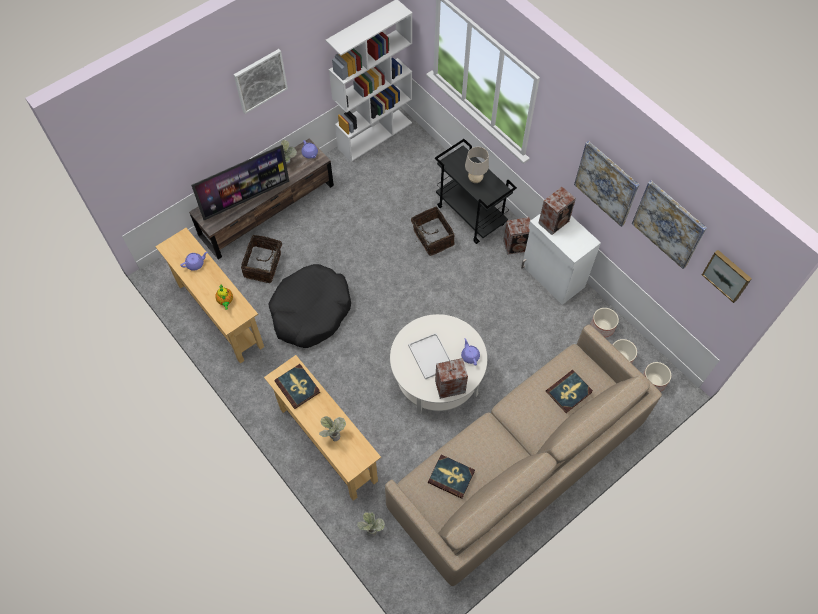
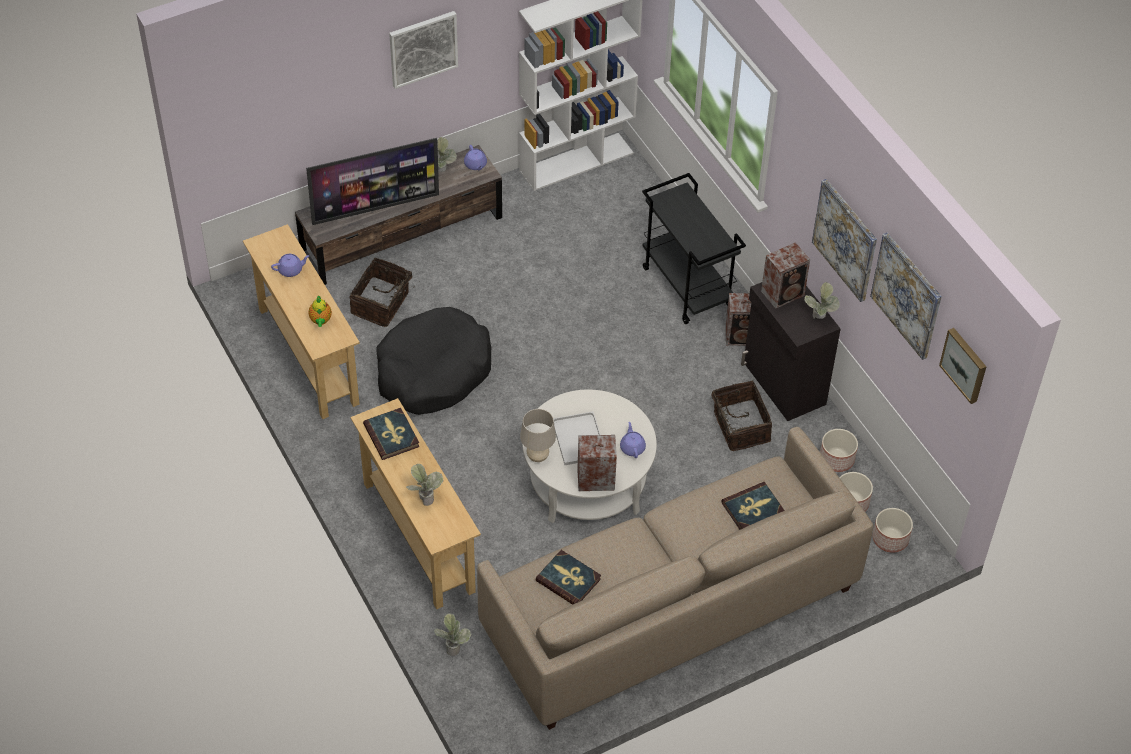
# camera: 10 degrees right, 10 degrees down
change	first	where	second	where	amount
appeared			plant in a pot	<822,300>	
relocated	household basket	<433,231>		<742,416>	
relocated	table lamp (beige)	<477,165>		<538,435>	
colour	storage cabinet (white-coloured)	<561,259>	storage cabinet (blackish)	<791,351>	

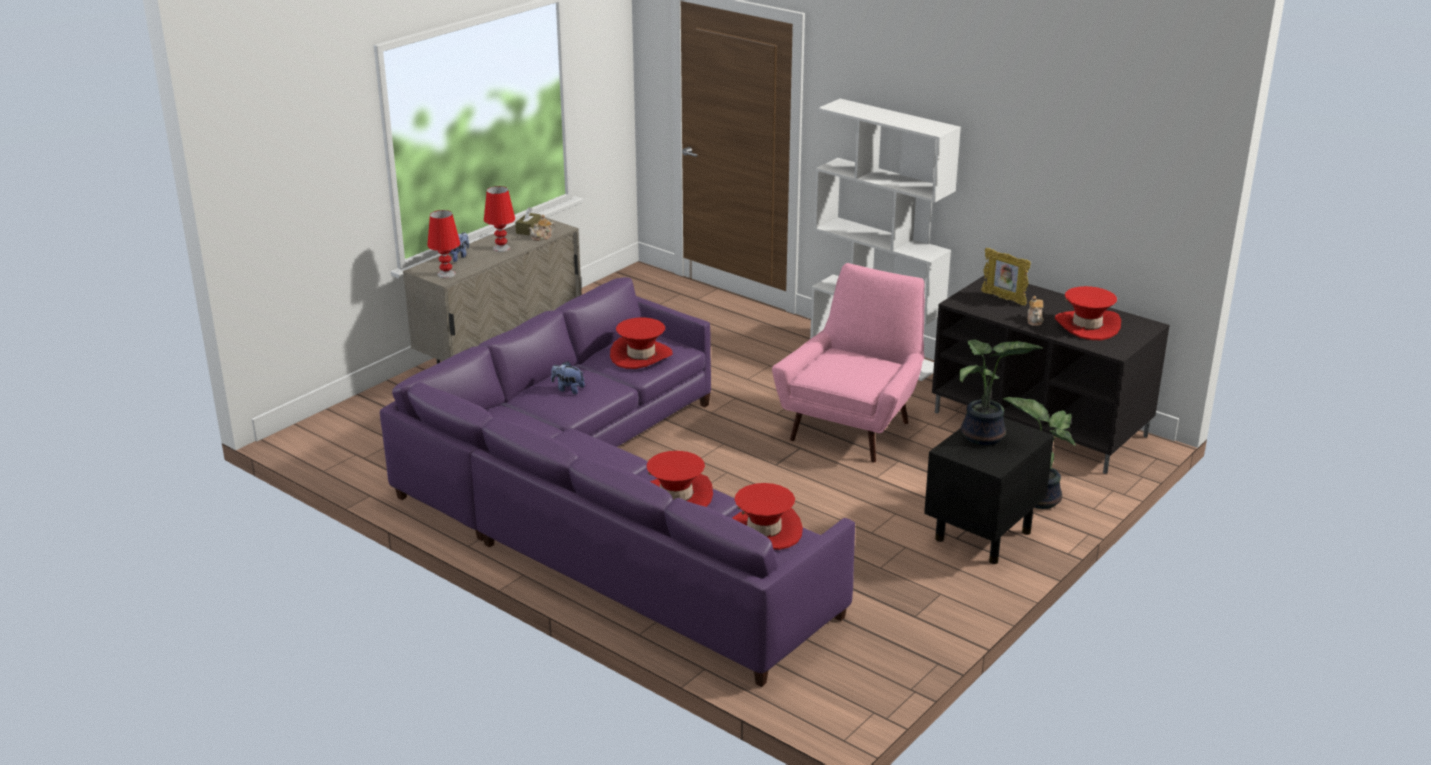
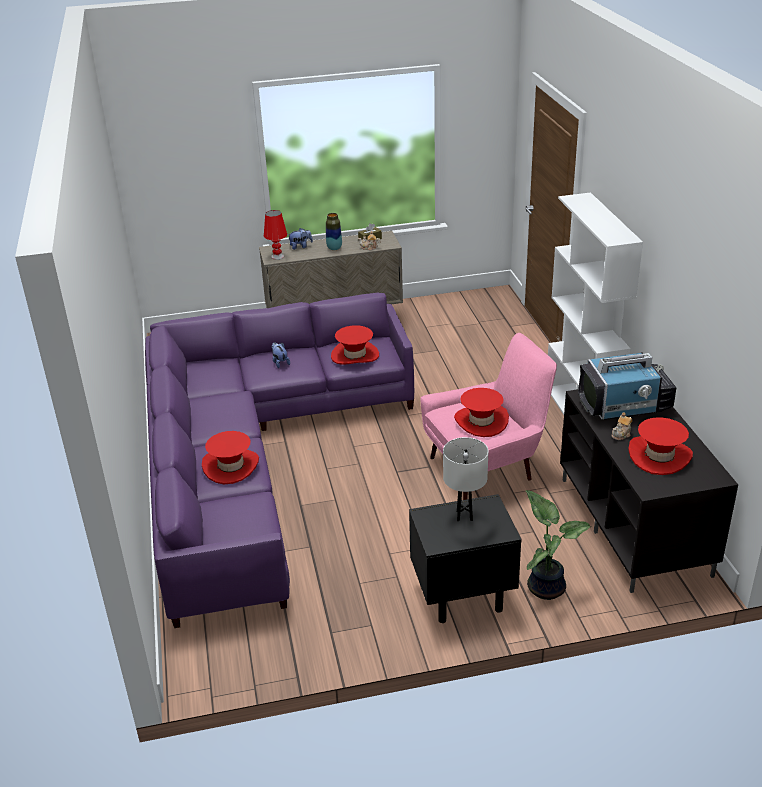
# camera: 40 degrees right, 5 degrees up
change	first	where	second	where	amount
relocated	wearable hat (reddish)	<767,516>		<481,412>	
exchanged	table lamp (reddish)	<499,219>	decorative vase	<334,231>	
exchanged	plant in a pot	<1001,392>	table lamp (white-coloured)	<466,479>	
exchanged	photo frame	<1006,277>	TV set	<627,386>	

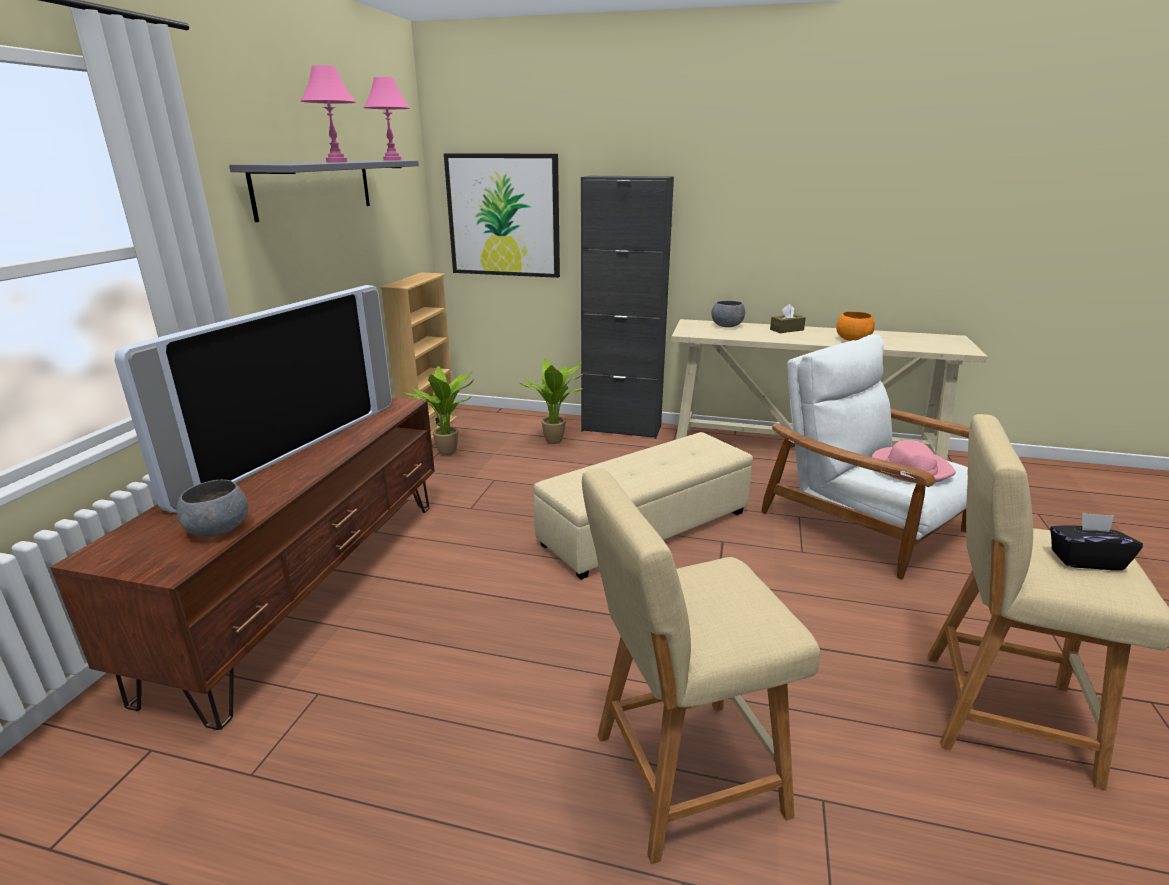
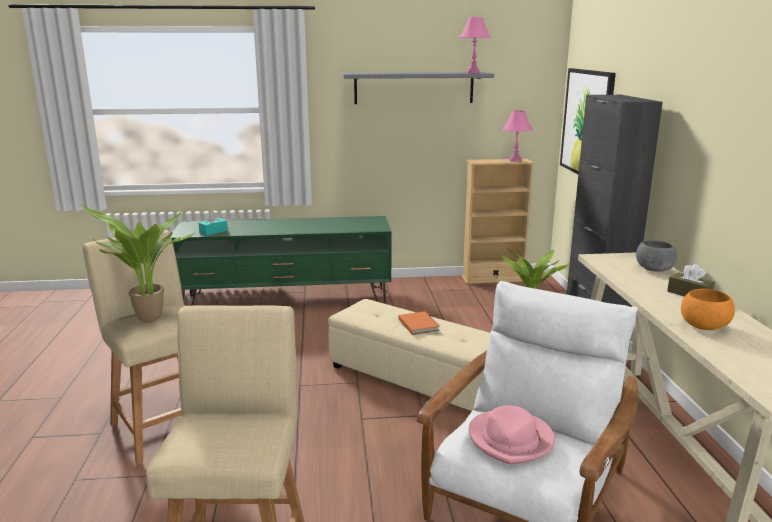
# camera: 70 degrees right, 5 degrees down
change	first	where	second	where	amount
missing	TV set	<253,399>			
missing	box of tissues (blackish)	<1096,541>			
appeared			book (orange)	<419,323>	
relocated	table lamp (pink)	<328,113>		<518,136>	
relocated	plant in a pot	<438,411>		<138,263>	
exchanged	deep dish (greyish)	<212,508>	box of tissues (blue-green)	<213,224>	
colour	tv unit (brown)	<242,564>	tv unit (green)	<281,261>	

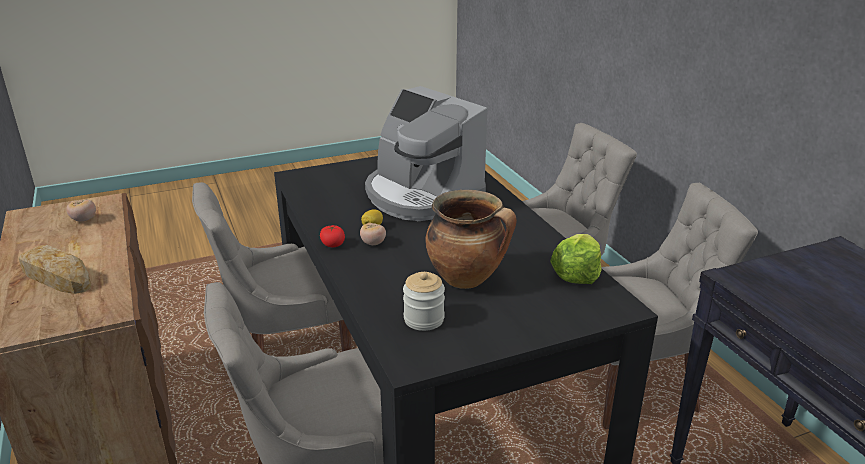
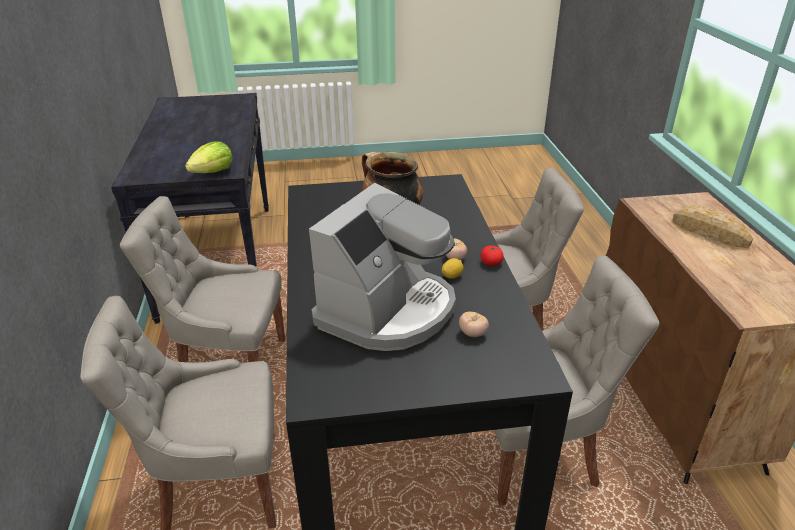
# camera: 165 degrees left, 5 degrees up
change	first	where	second	where	amount
missing	preserve jar	<424,301>			
relocated	fresh tomato	<81,210>		<474,324>	
relocated	lettuce	<576,259>		<209,157>	
spun	coffee maker	<426,153>		<382,267>	60 degrees clockwise

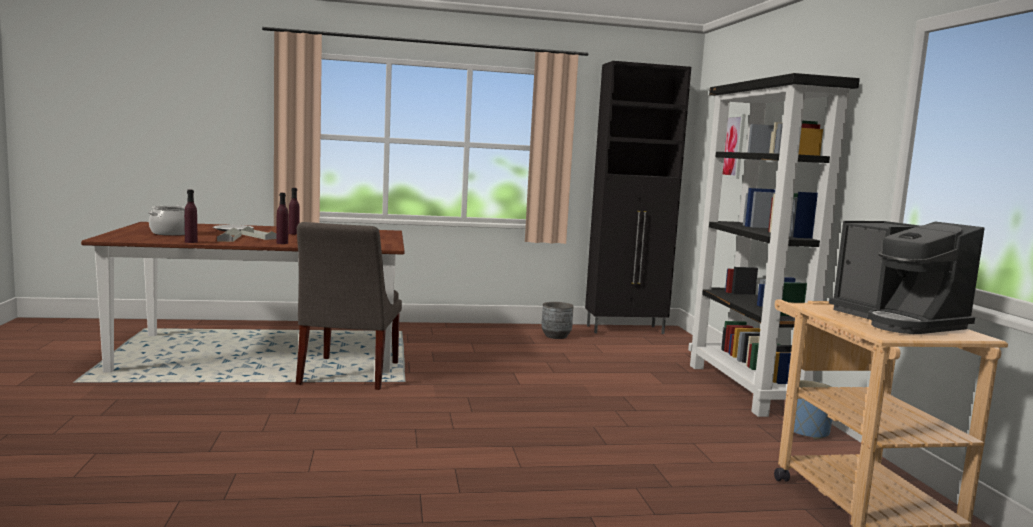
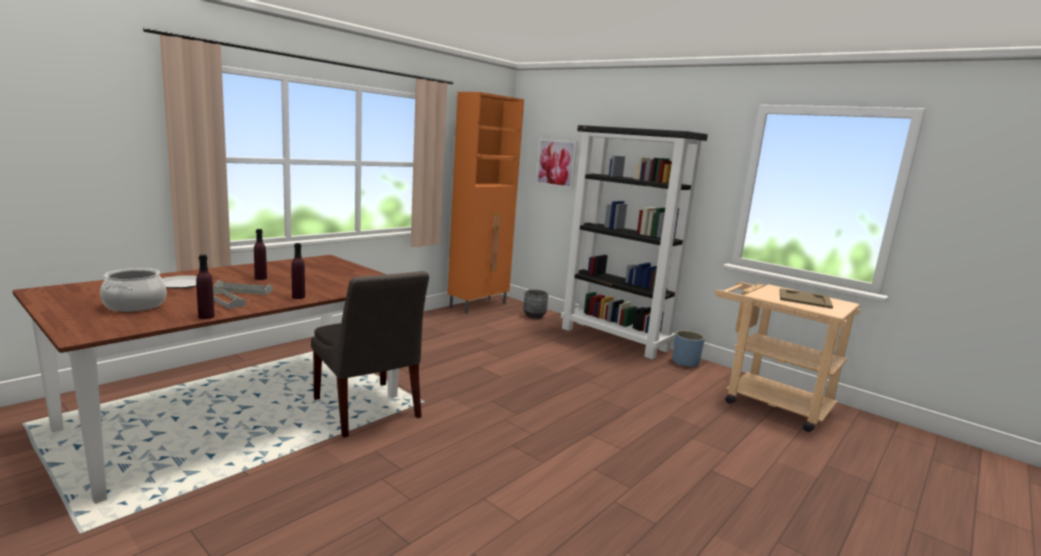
# camera: 40 degrees left, 5 degrees up
change	first	where	second	where	amount
relocated	plant pot (greyish)	<557,320>		<535,304>	
exchanged	coffee maker	<907,277>	carrying tray (beige)	<806,298>	
colour	storage cabinet (blackish)	<638,197>	storage cabinet (orange)	<486,203>	

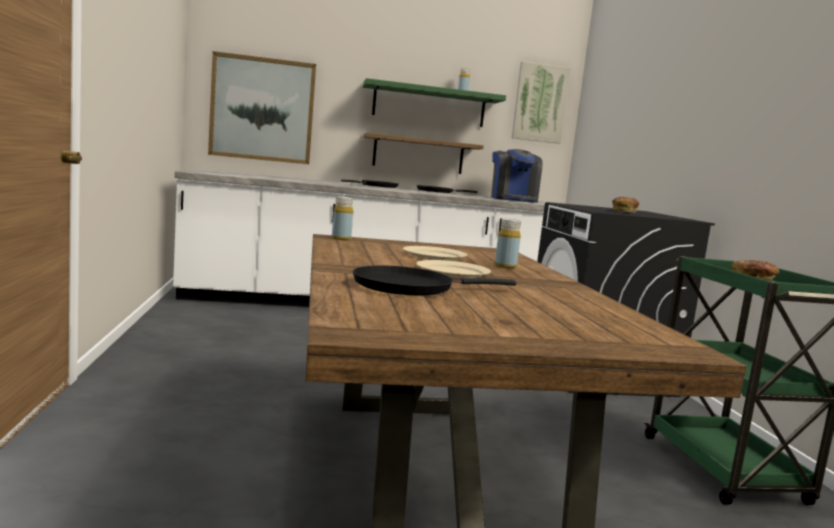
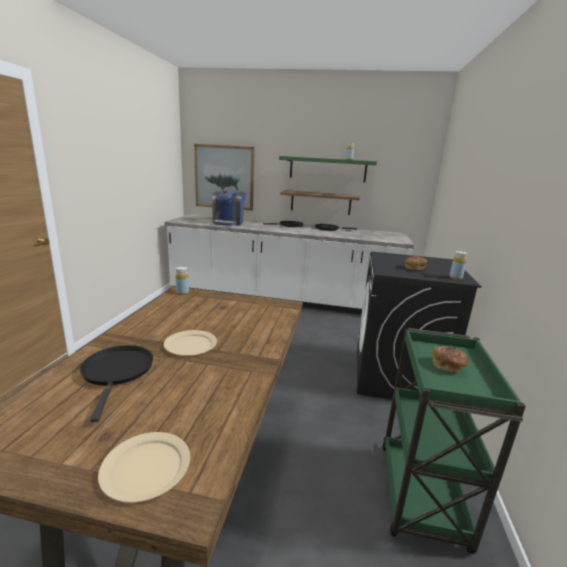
# camera: 20 degrees right, 10 degrees up
change	first	where	second	where	amount
missing	wall art	<541,102>			
relocated	plate (beige)	<435,253>		<144,467>	
relocated	coffee maker	<517,176>		<229,207>	
relocated	drink bottle (yellow-coloured)	<508,244>		<458,265>	
spun	pan (blackish)	<434,280>		<116,383>	75 degrees clockwise

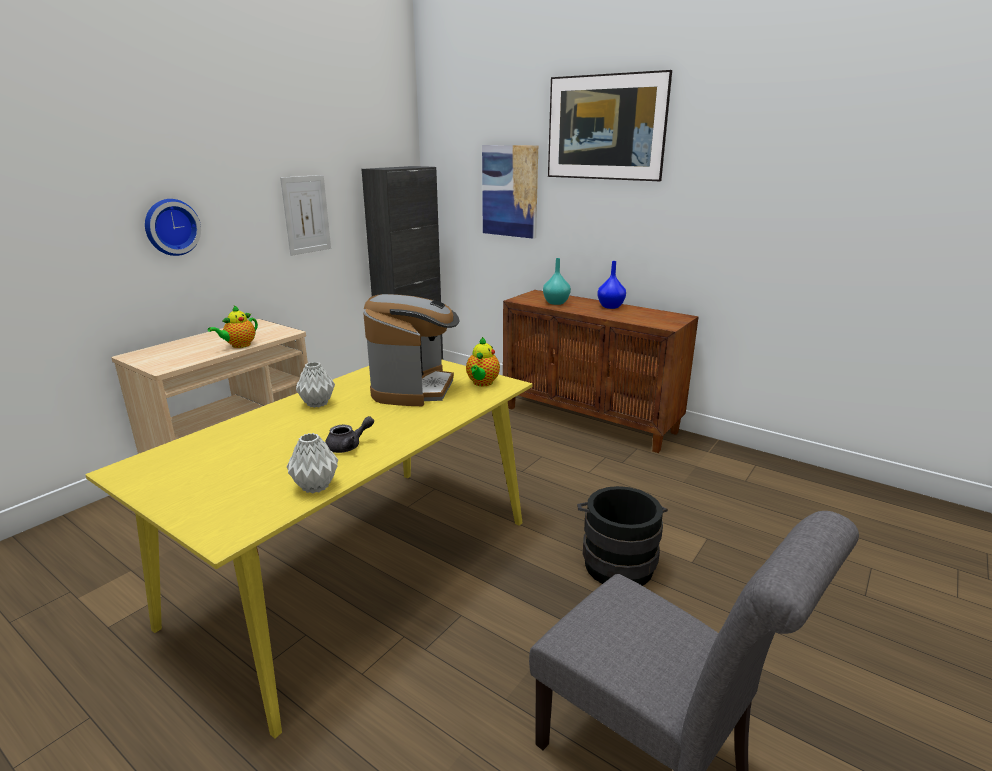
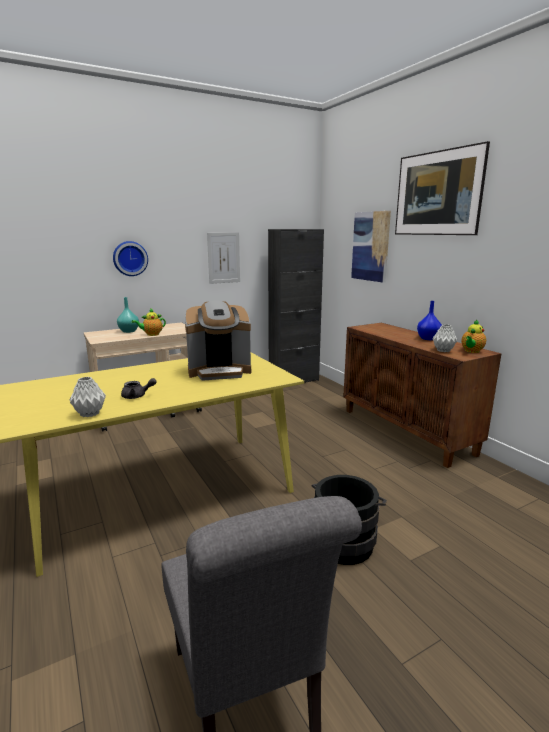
# camera: 25 degrees right, 5 degrees down
change	first	where	second	where	amount
relocated	decorative vase (greyish)	<315,385>		<444,338>	
relocated	tea pot	<483,361>		<473,336>	
relocated	decorative vase (blue-green)	<557,281>		<128,315>	
spun	coffee maker	<411,350>		<218,340>	45 degrees clockwise

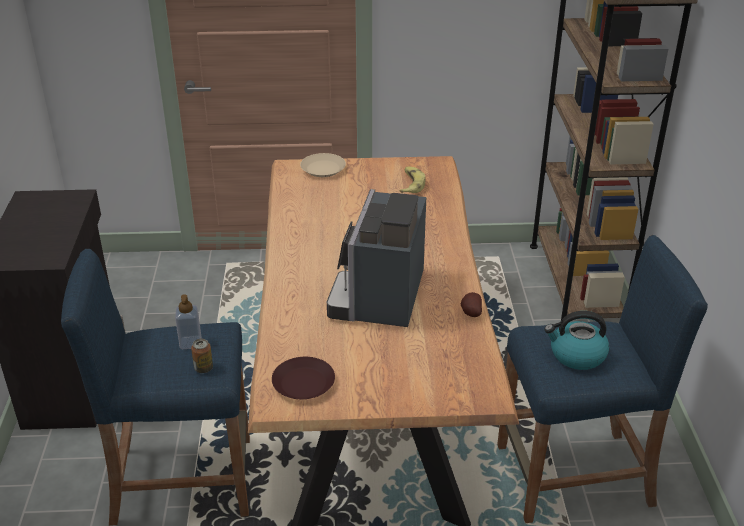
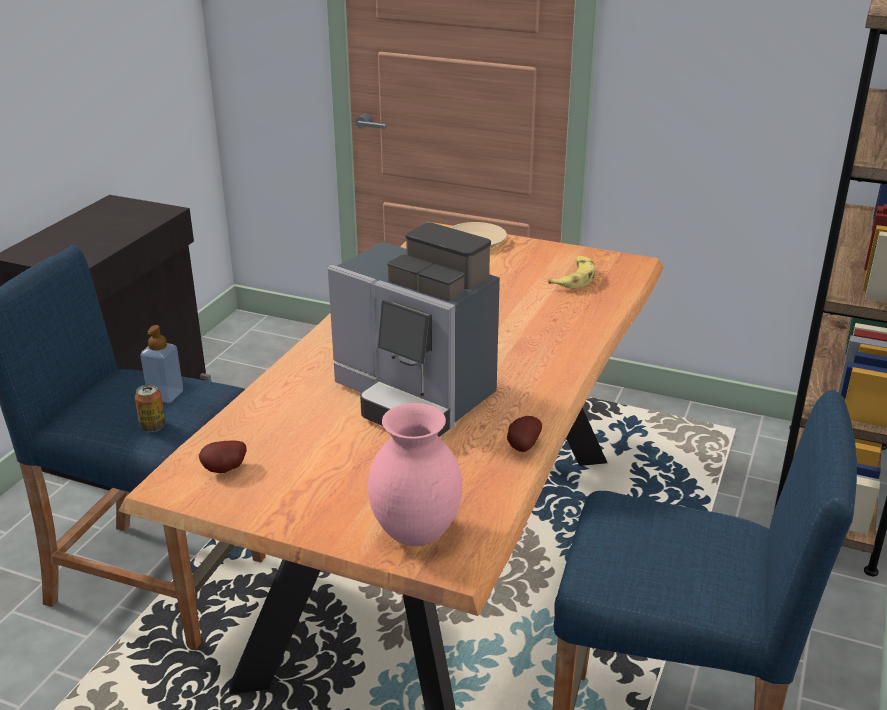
# camera: 25 degrees right, 5 degrees down
change	first	where	second	where	amount
missing	water kettle	<576,340>			
appeared			decorative vase (pink)	<415,474>	
exchanged	plate (brown)	<303,378>	potato	<223,456>	
spun	coffee maker	<376,258>		<414,329>	90 degrees counterclockwise

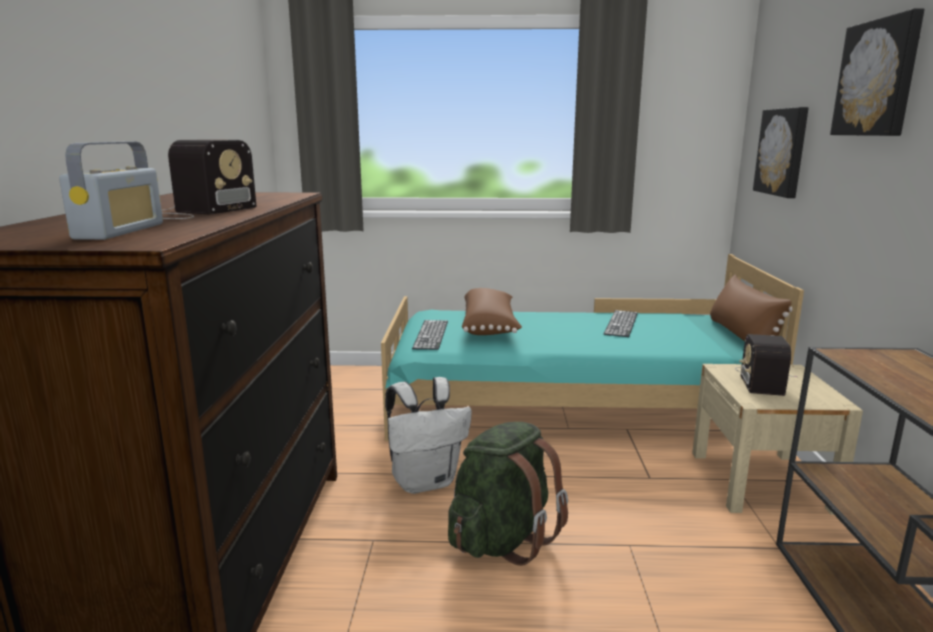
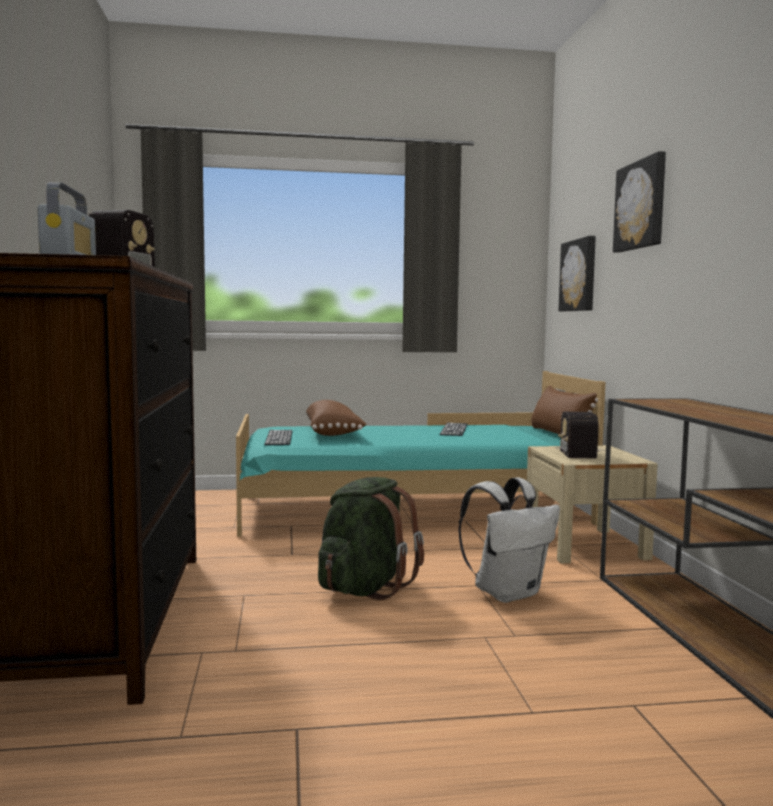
# camera: 10 degrees left, 10 degrees down
change	first	where	second	where	amount
relocated	rucksack (white-coloured)	<428,435>		<509,540>	

